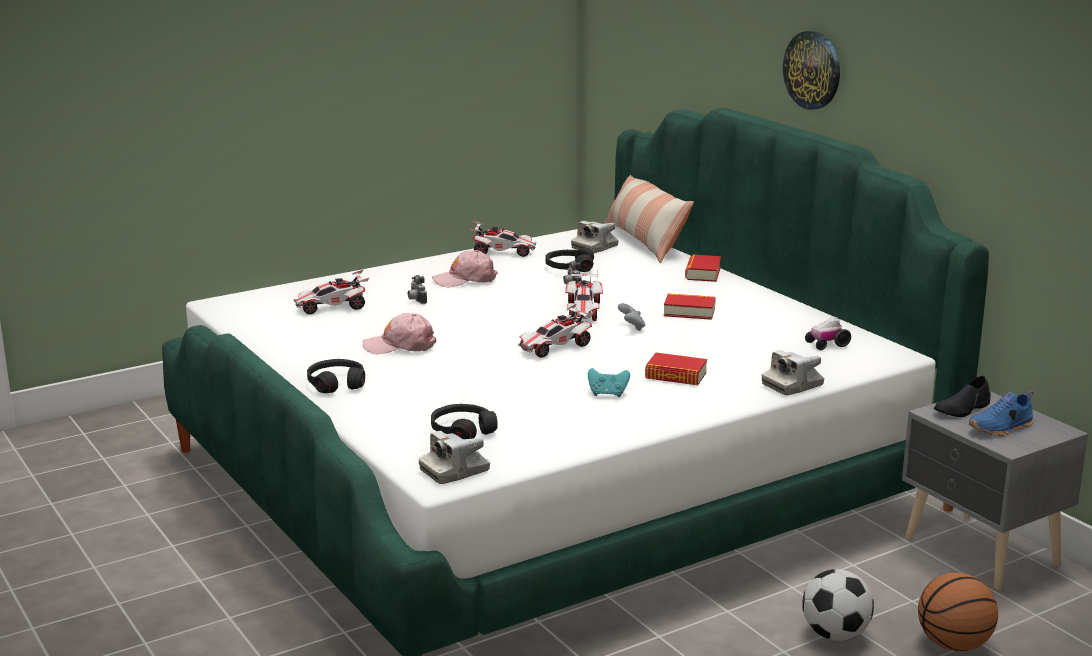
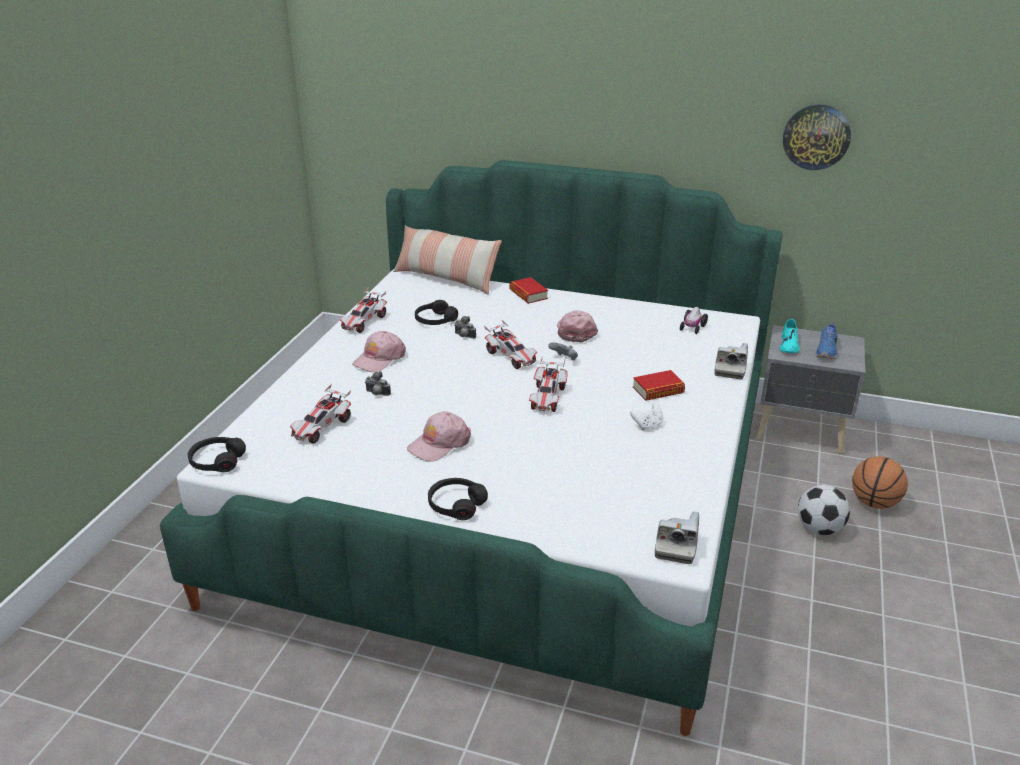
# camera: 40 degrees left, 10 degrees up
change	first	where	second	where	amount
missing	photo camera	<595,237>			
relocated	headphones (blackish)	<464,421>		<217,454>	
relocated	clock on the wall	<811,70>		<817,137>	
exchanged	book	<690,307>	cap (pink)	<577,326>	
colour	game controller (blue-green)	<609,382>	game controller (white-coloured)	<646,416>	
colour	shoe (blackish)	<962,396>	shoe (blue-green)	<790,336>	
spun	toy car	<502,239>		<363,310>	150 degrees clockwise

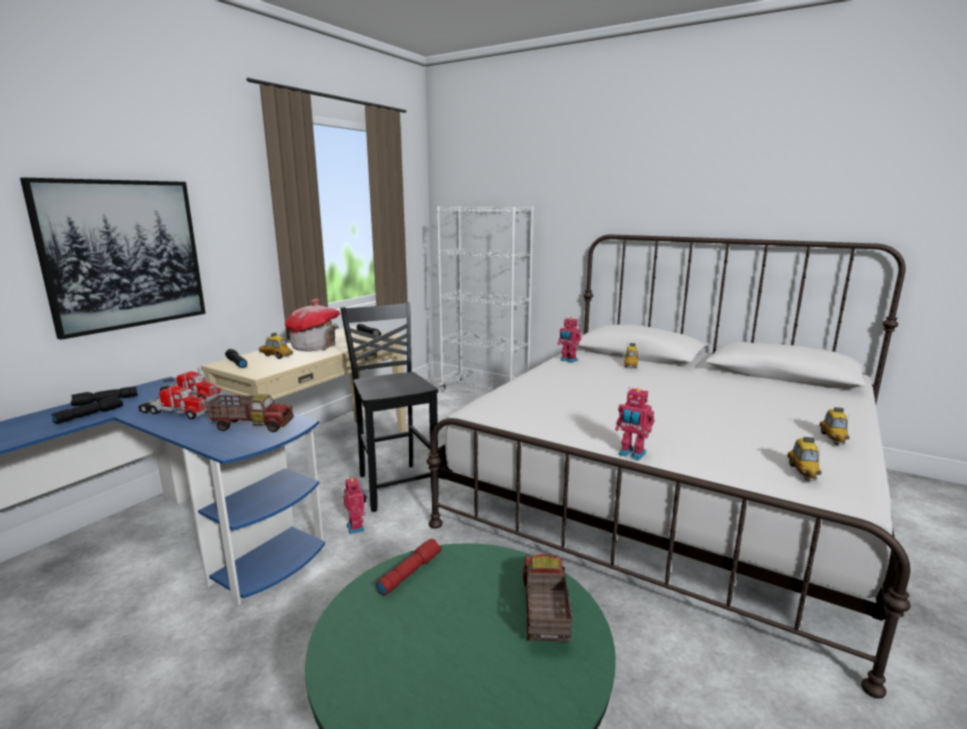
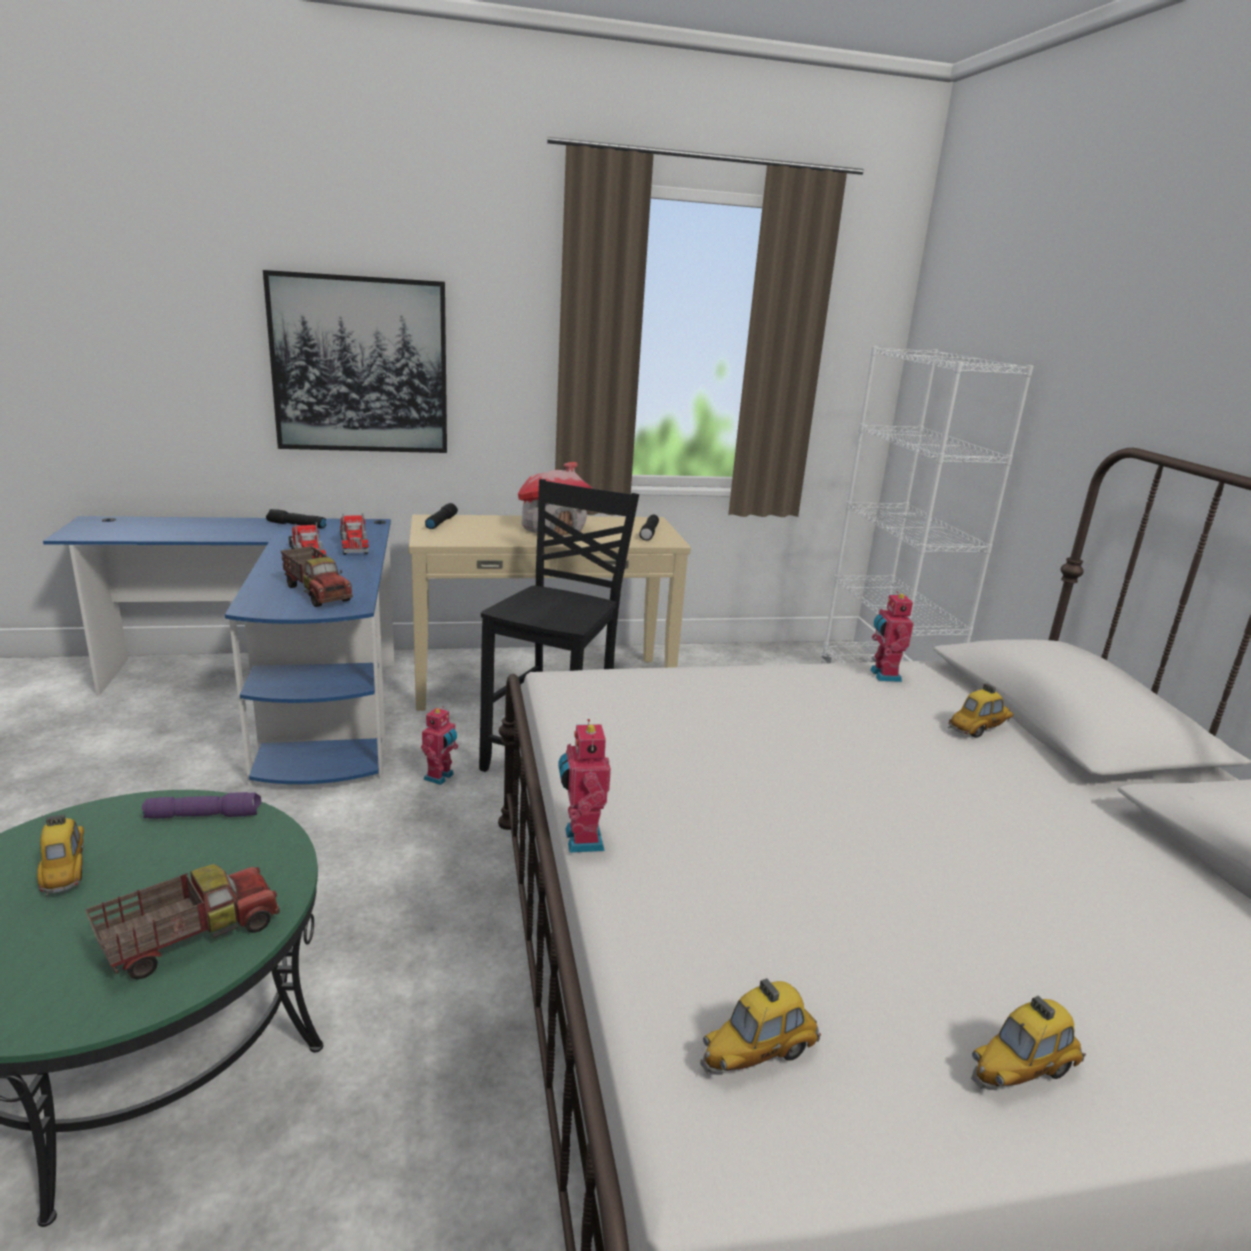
# camera: 45 degrees right, 5 degrees up
change	first	where	second	where	amount
missing	torch (blackish)	<87,410>			
relocated	toy car	<276,346>		<60,855>	
colour	torch (reddish)	<408,567>	torch (purplish)	<201,805>	

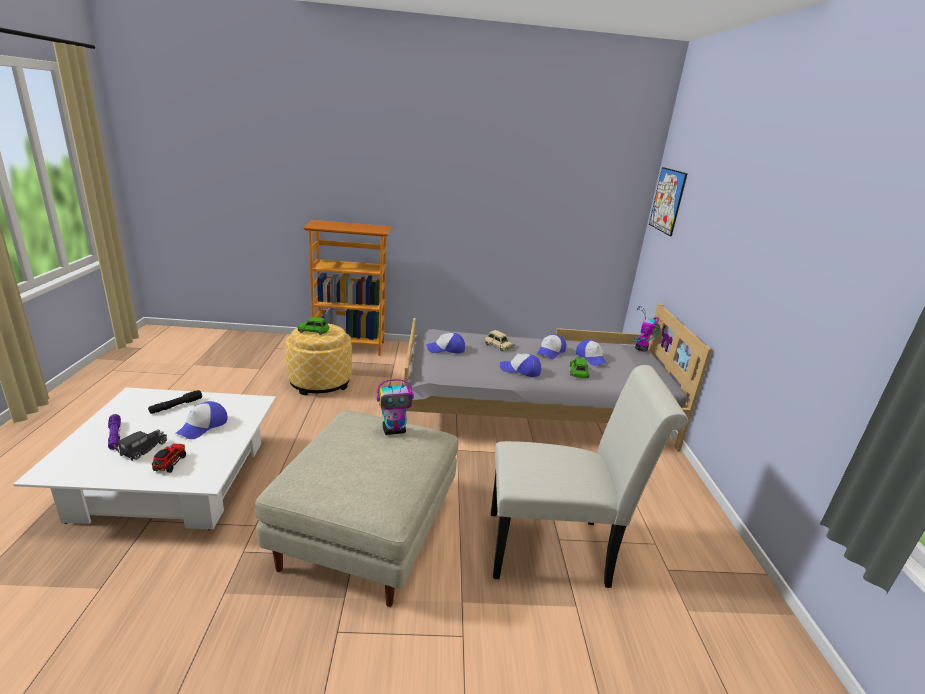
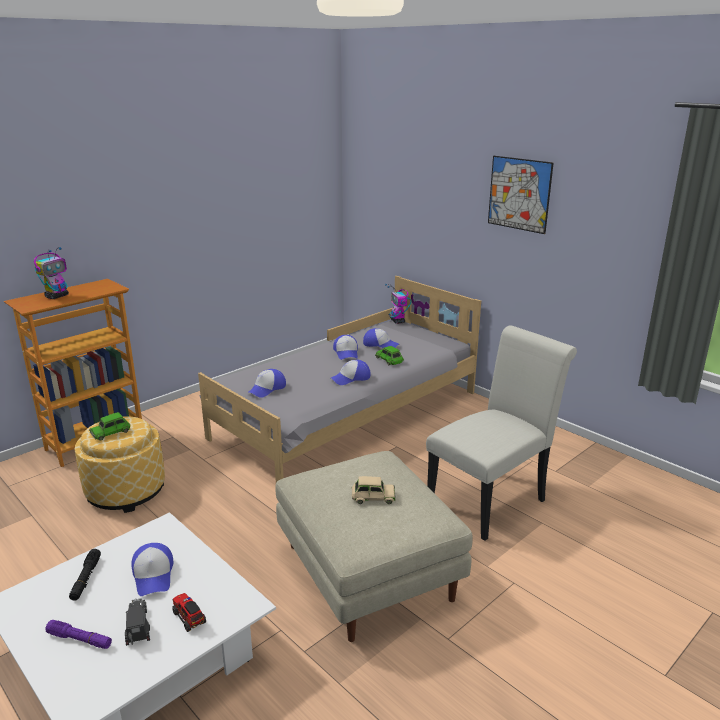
# camera: 40 degrees left, 0 degrees up
change	first	where	second	where	amount
relocated	toy robot	<395,407>		<51,273>	
relocated	toy car (beige)	<499,340>		<373,490>	
relocated	wall art	<668,202>		<521,195>	

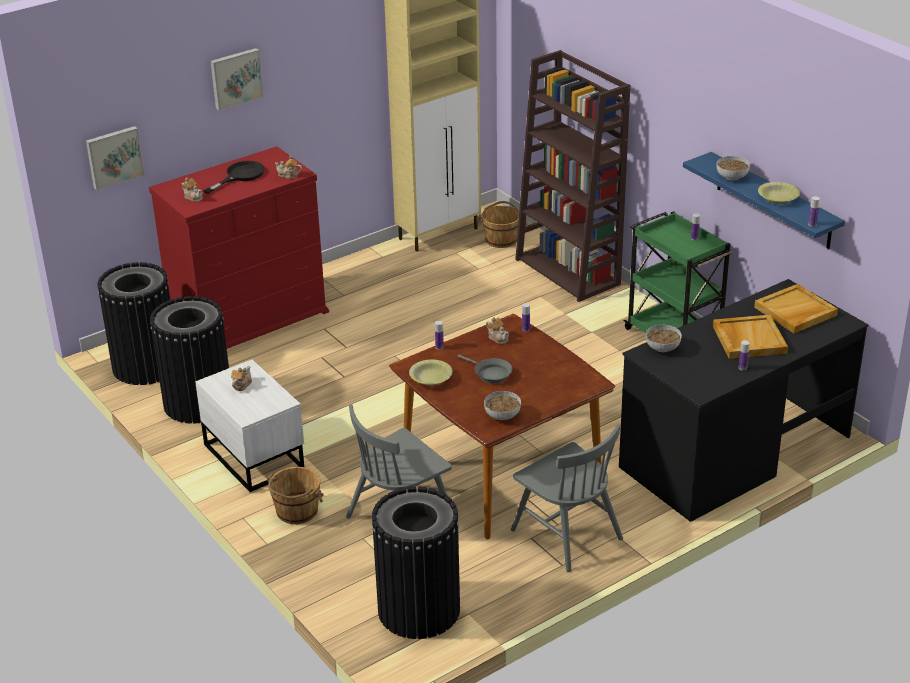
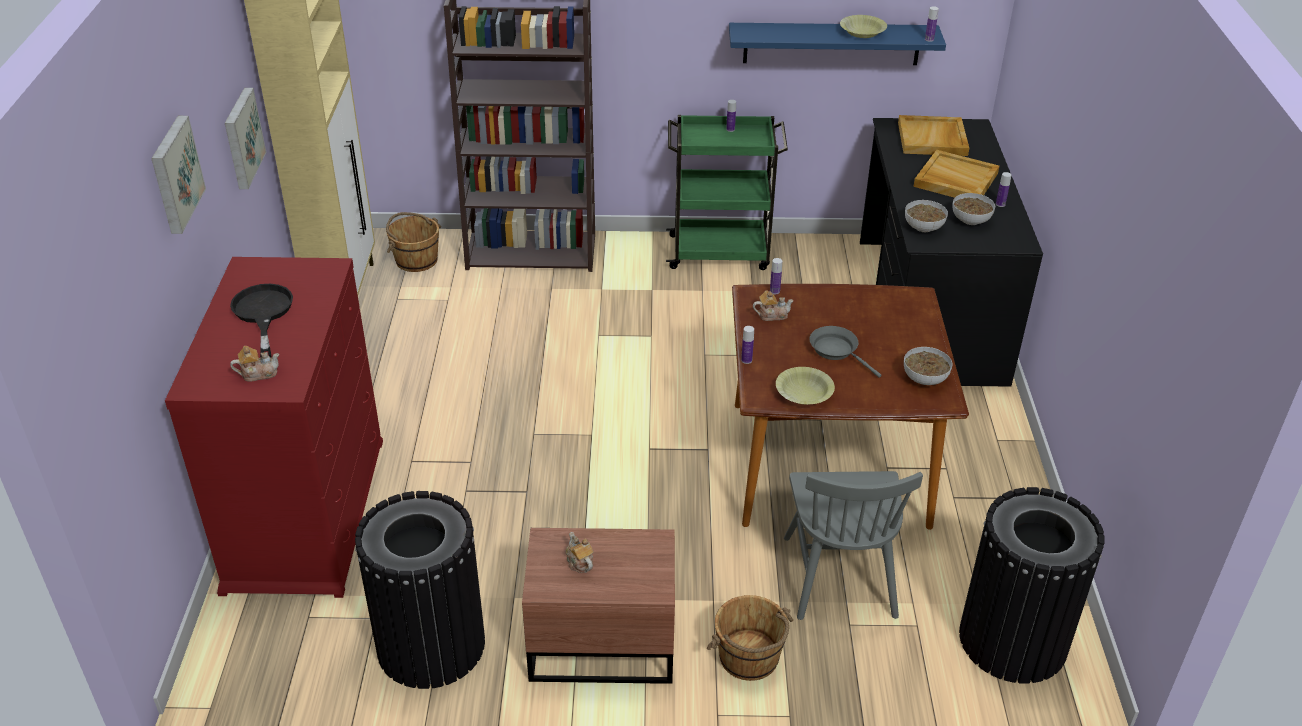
# camera: 55 degrees left, 5 degrees up
change	first	where	second	where	amount
missing	waste bin (blackish)	<133,323>			
missing	tea pot	<288,167>			
missing	chair (greyish)	<567,498>			
relocated	wall art	<115,158>		<245,138>	
relocated	deep dish	<733,168>		<973,209>	
colour	bedside table (white-coloured)	<249,425>	bedside table (brown)	<598,606>	
spun	pan (greyish)	<485,369>		<845,352>	120 degrees counterclockwise

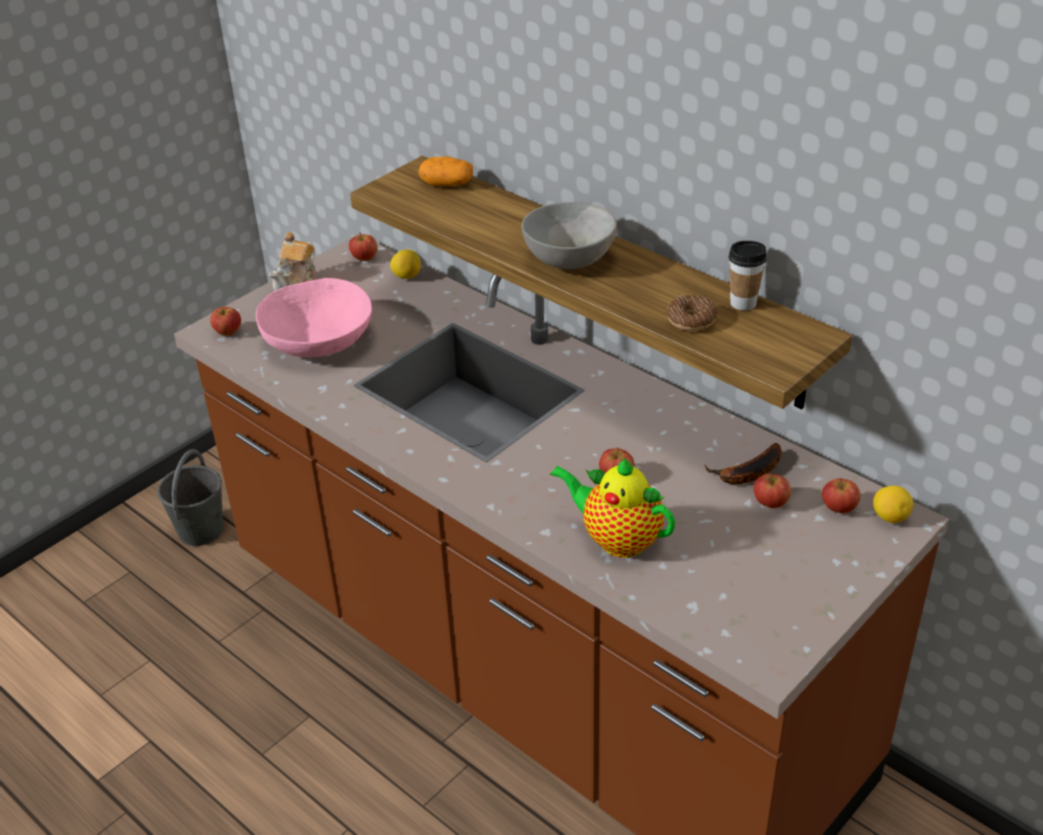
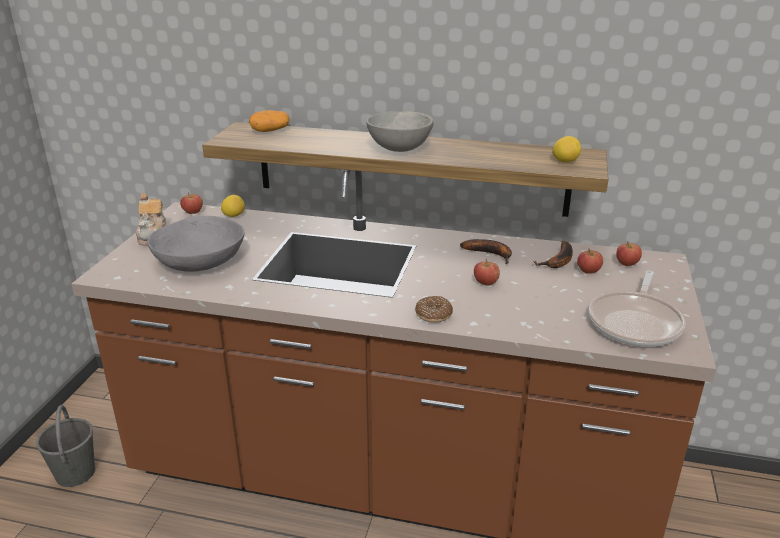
# camera: 30 degrees left, 10 degrees down
change	first	where	second	where	amount
missing	apple fruit	<225,321>			
missing	tea pot	<612,507>			
missing	small cup	<748,276>			
appeared			whole banana	<486,251>	
appeared			pan	<637,308>	
relocated	donut	<691,313>		<434,309>	
relocated	whole lemon	<893,504>		<566,149>	
colour	deep dish (pink)	<314,317>	deep dish (greyish)	<196,244>	

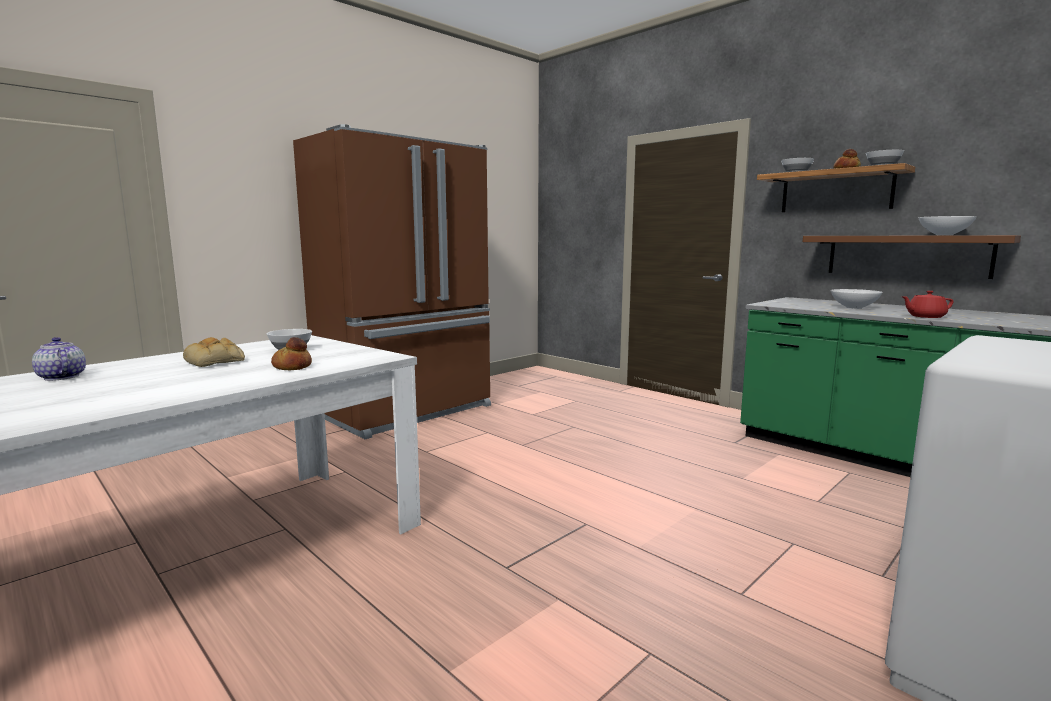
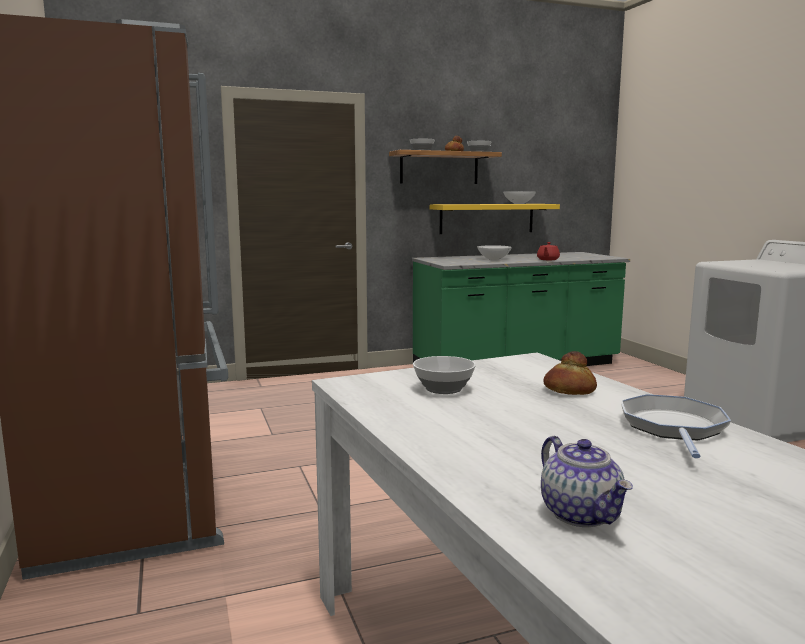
# camera: 65 degrees left, 0 degrees up
change	first	where	second	where	amount
missing	baked bread	<214,352>			
appeared			pan	<676,426>	
colour	shelf (brown)	<912,257>	shelf (yellow-coloured)	<495,219>	
spun	tea pot	<59,359>		<587,481>	90 degrees counterclockwise

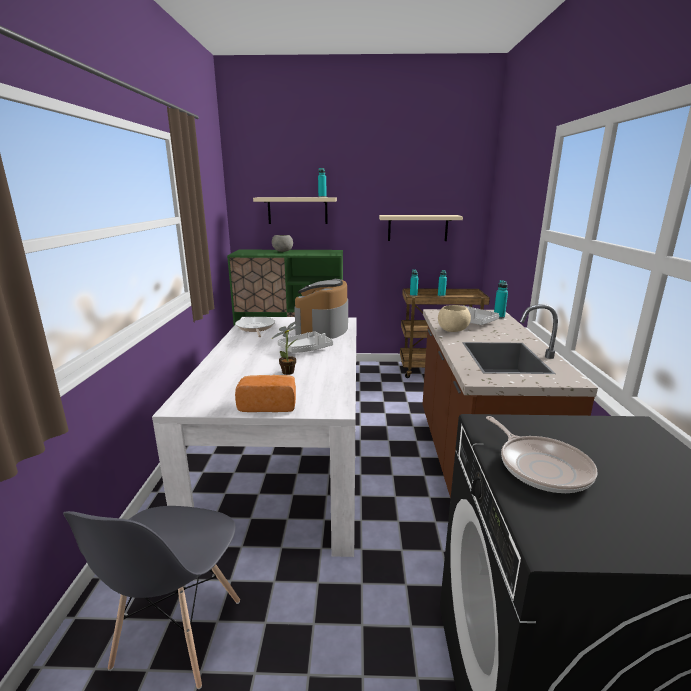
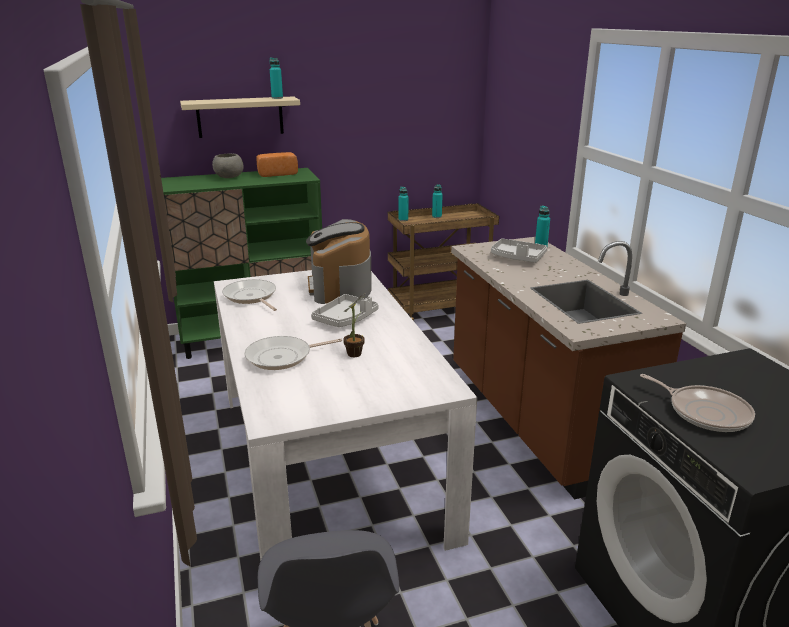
# camera: 20 degrees left, 5 degrees up
change	first	where	second	where	amount
missing	shelf (beige)	<421,228>			
missing	deep dish (beige)	<454,318>			
appeared			pan	<293,353>	
relocated	baked bread	<265,393>		<277,164>	

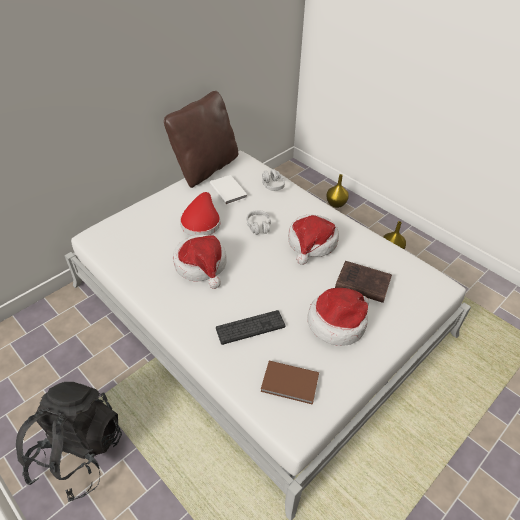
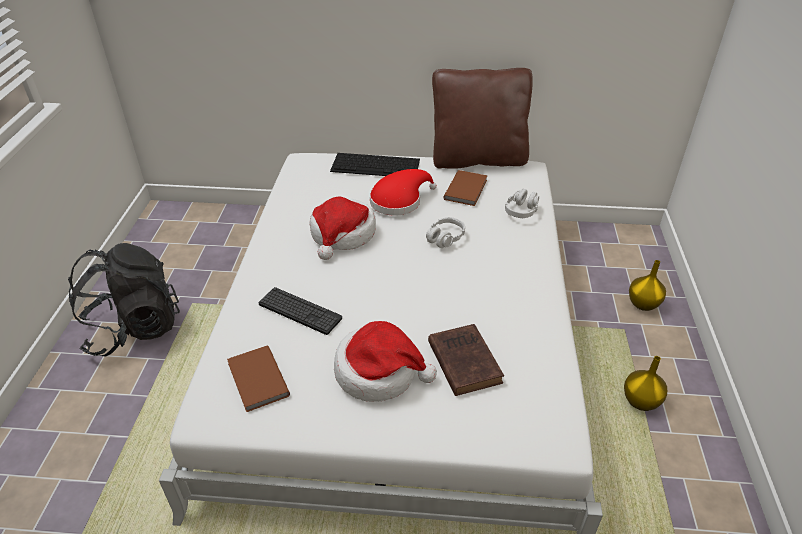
# camera: 50 degrees right, 5 degrees down
change	first	where	second	where	amount
missing	wearable hat	<313,240>			
appeared			keyboard	<375,164>	
colour	book (white-coloured)	<228,190>	book (brown)	<465,188>	

